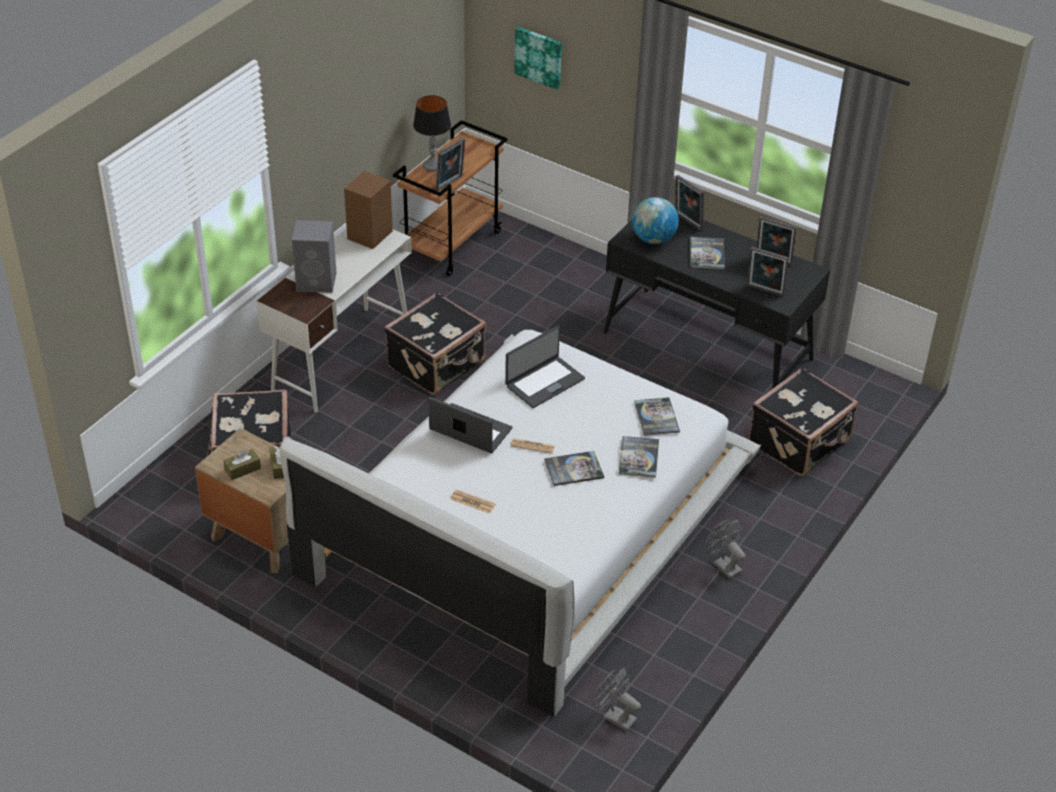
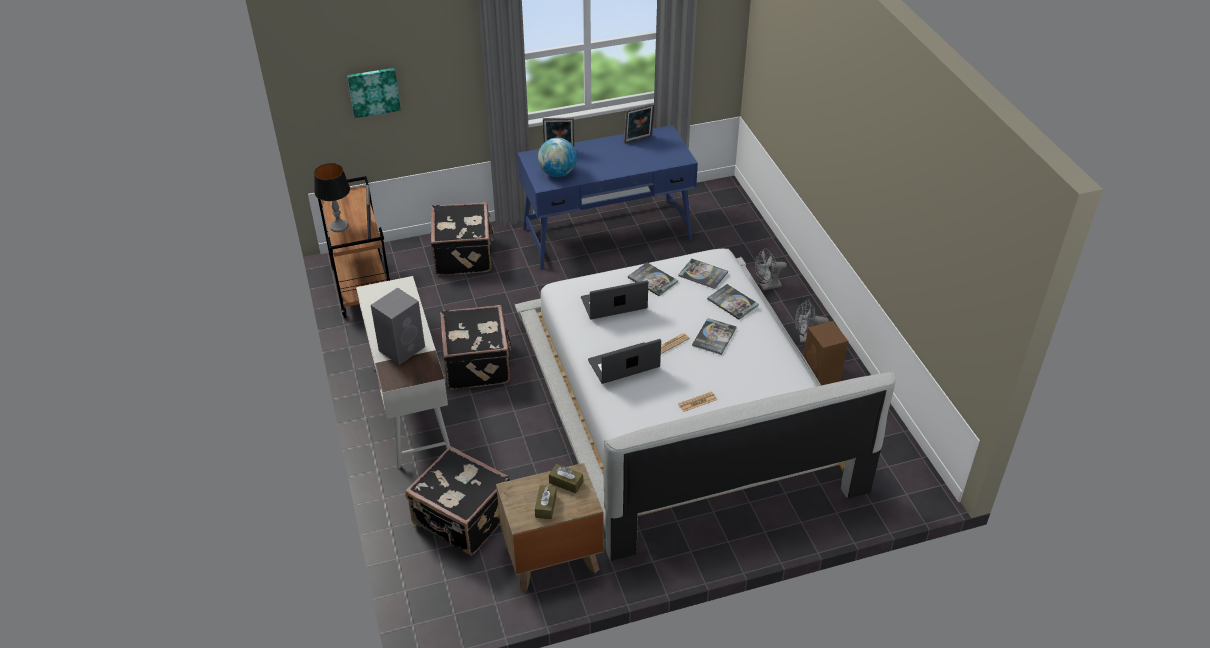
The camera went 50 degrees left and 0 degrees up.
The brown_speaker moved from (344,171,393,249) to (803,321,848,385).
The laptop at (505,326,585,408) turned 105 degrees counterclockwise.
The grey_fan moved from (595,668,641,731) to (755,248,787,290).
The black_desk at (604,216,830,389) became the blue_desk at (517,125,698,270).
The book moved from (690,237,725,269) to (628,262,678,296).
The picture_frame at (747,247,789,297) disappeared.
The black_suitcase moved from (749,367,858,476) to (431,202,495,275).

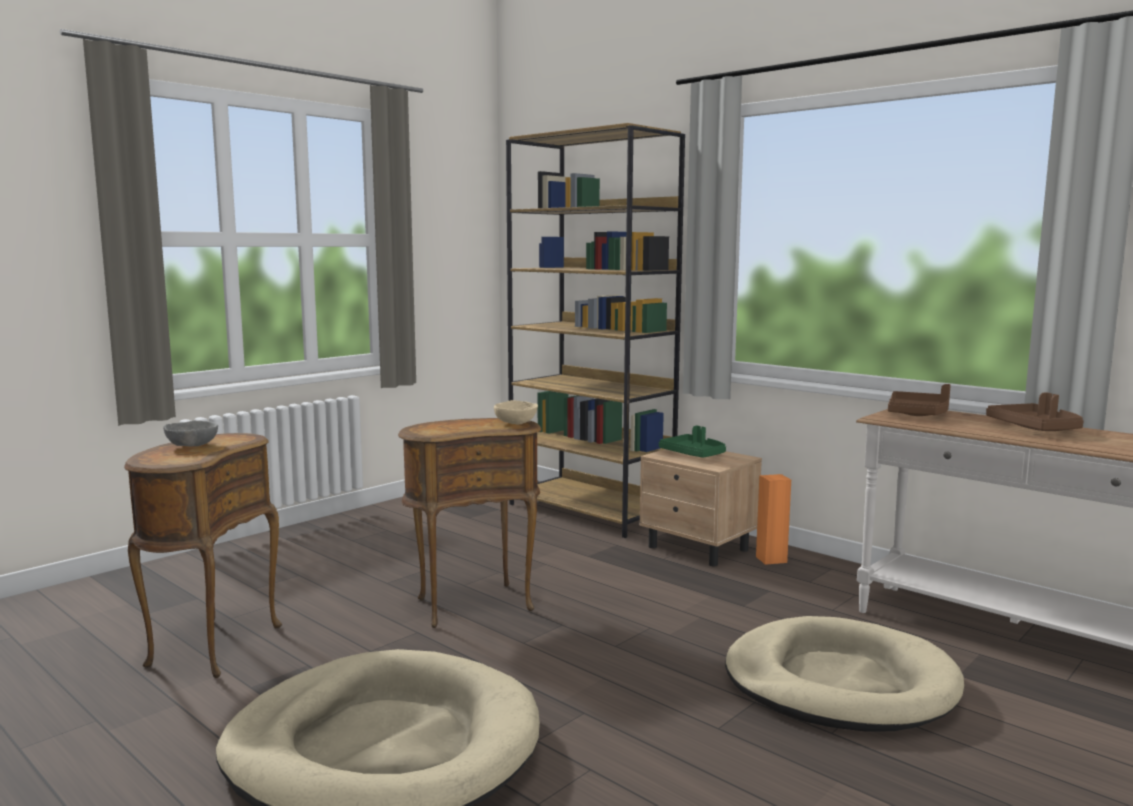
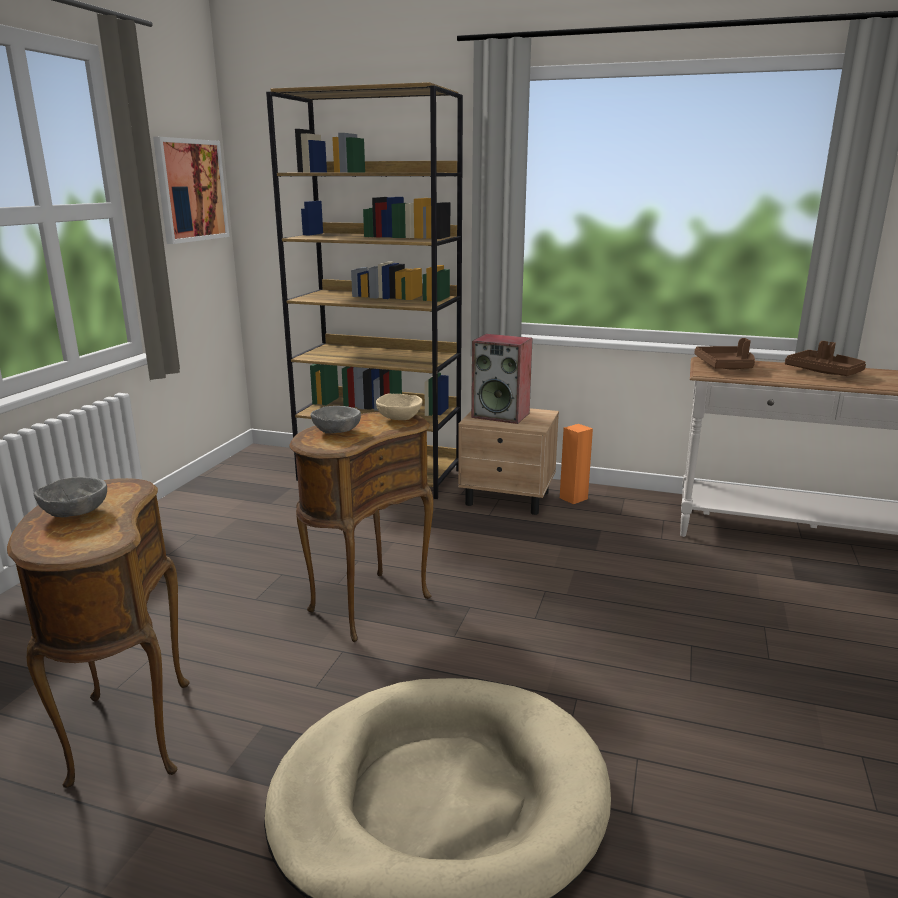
The camera went 25 degrees left and 10 degrees up.
The green_tray at (659,426,726,458) was replaced by the speaker at (471,334,533,424).
The beige_dog_bed at (725,616,964,732) disappeared.
The picture at (153,137,229,244) appeared.
The grey_bowl at (310,406,361,434) appeared.

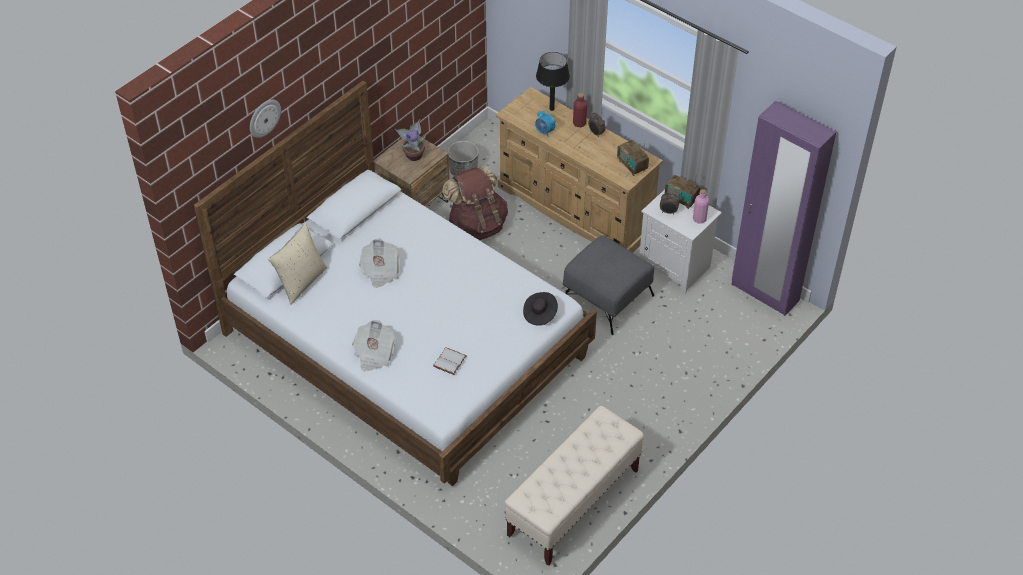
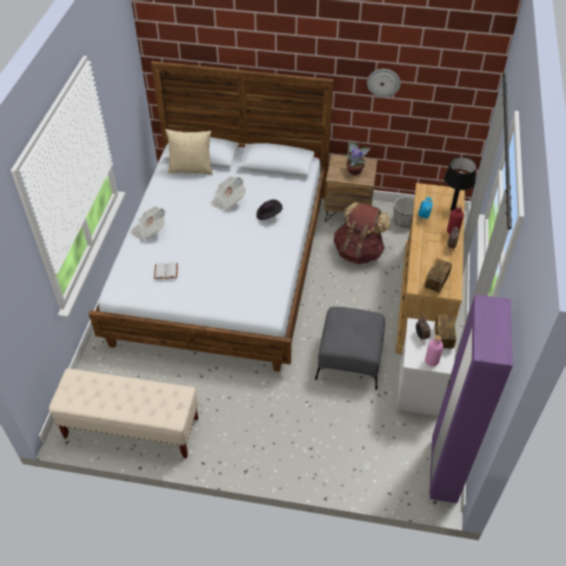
The camera went 60 degrees right and 0 degrees up.
The wall_clock moved from (250,100,281,138) to (367,69,401,97).
The black_hat moved from (523,292,558,326) to (256,199,283,220).

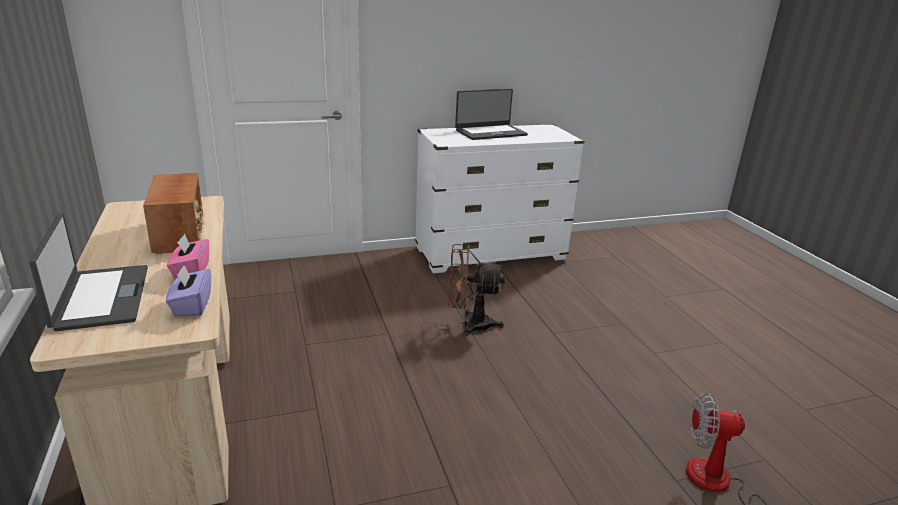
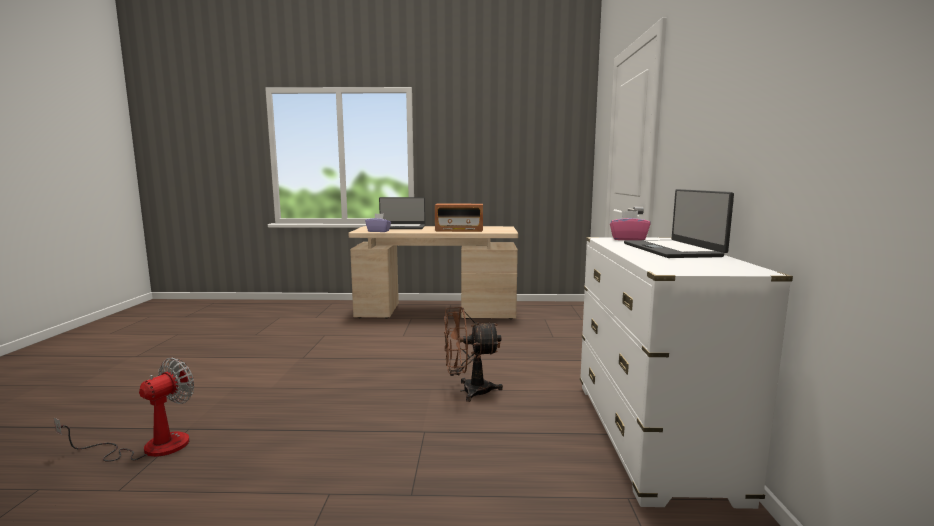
The camera went 110 degrees right and 15 degrees down.
The pink_tissue_box moved from (167,233,209,279) to (610,211,651,240).
The brown_fan at (448,244,505,336) turned 120 degrees counterclockwise.

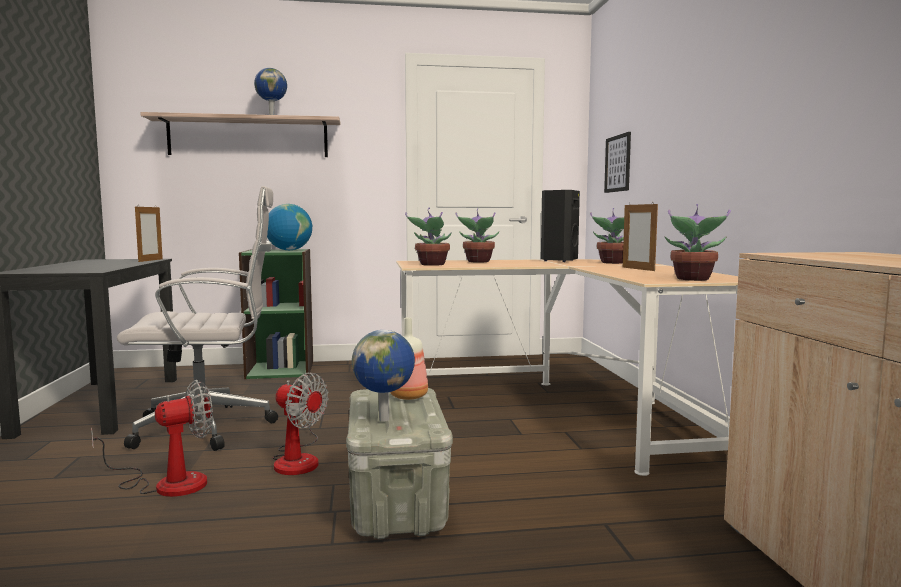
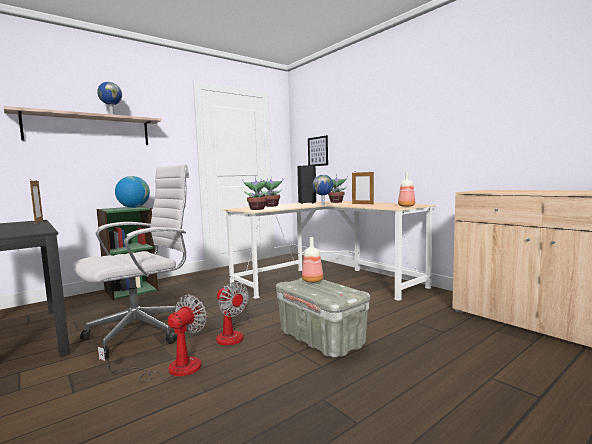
The camera went 30 degrees left and 0 degrees up.
The fan at (273,373,328,475) turned 45 degrees clockwise.
The globe moved from (352,330,415,422) to (313,175,333,205).
The potted_plant at (664,204,731,281) was replaced by the bottle at (398,172,415,207).

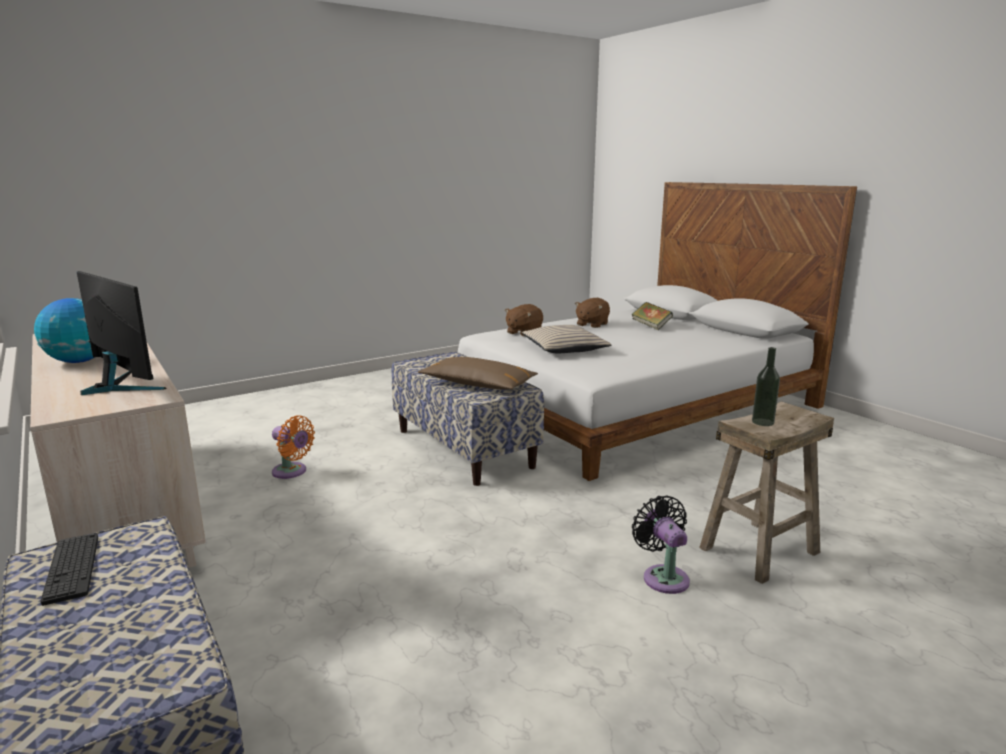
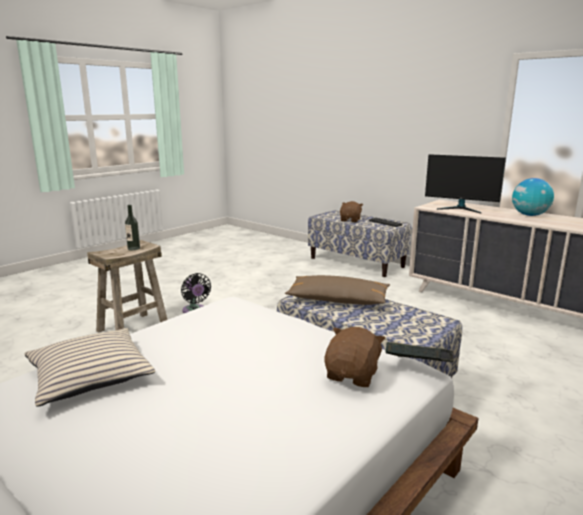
The camera went 165 degrees right and 0 degrees up.
The orange_fan at (272,415,315,479) disappeared.
The beige_pillow moved from (522,325,611,353) to (25,328,155,407).
The brown_plush_toy moved from (575,298,610,328) to (340,201,363,222).
The book moved from (631,302,673,330) to (386,342,454,362).

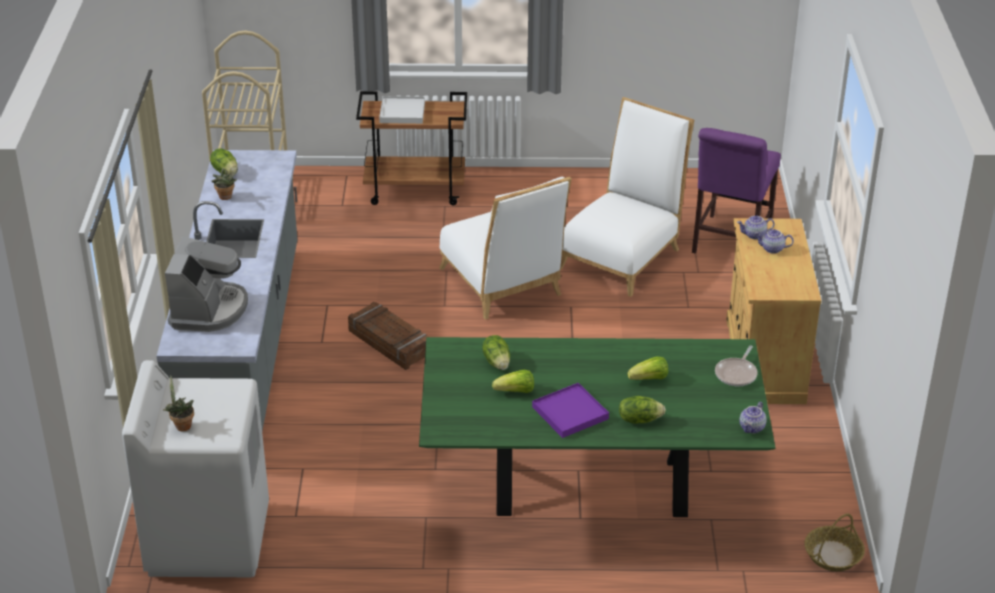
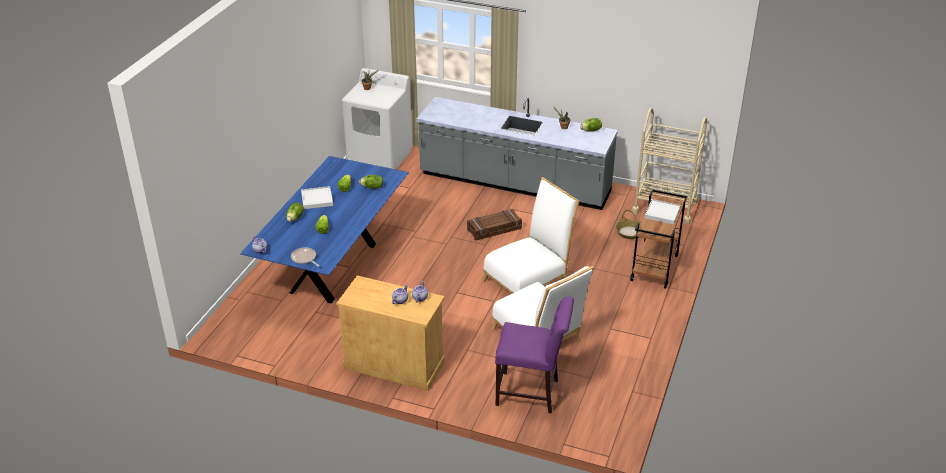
The camera went 110 degrees right and 0 degrees up.
The coffee_machine at (165,236,248,332) disappeared.
The green_dining_table at (419,337,776,517) became the blue_dining_table at (240,156,409,303).
The white_chair at (439,177,572,320) turned 150 degrees clockwise.
The purple_tray at (532,383,609,438) became the white_tray at (301,186,333,209).
The purple_chair at (692,128,781,254) turned 150 degrees clockwise.
The basket moved from (804,514,865,571) to (615,210,641,239).

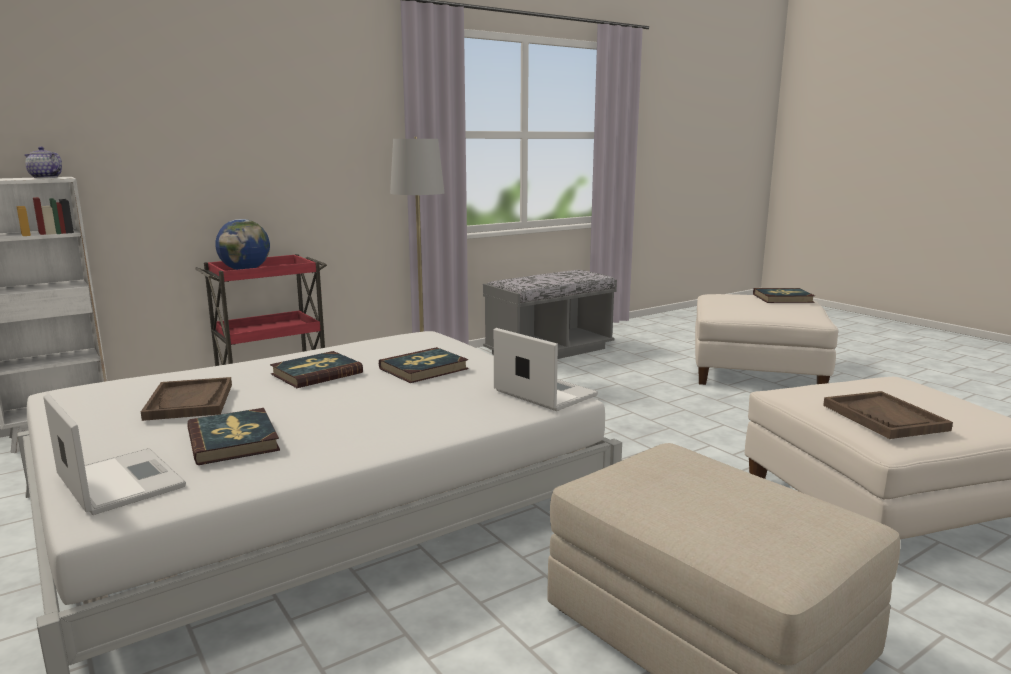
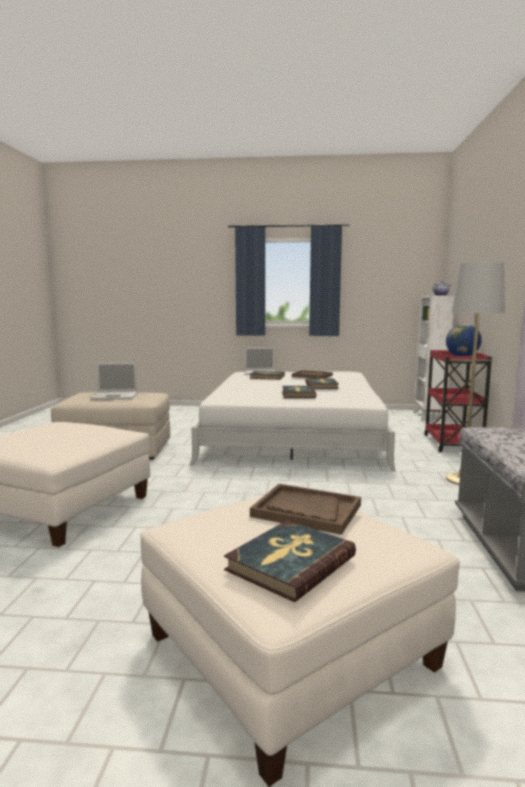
The camera went 130 degrees right and 5 degrees down.
The laptop moved from (494,328,598,411) to (90,362,138,400).
The brown_tray moved from (823,391,953,439) to (250,484,361,535).

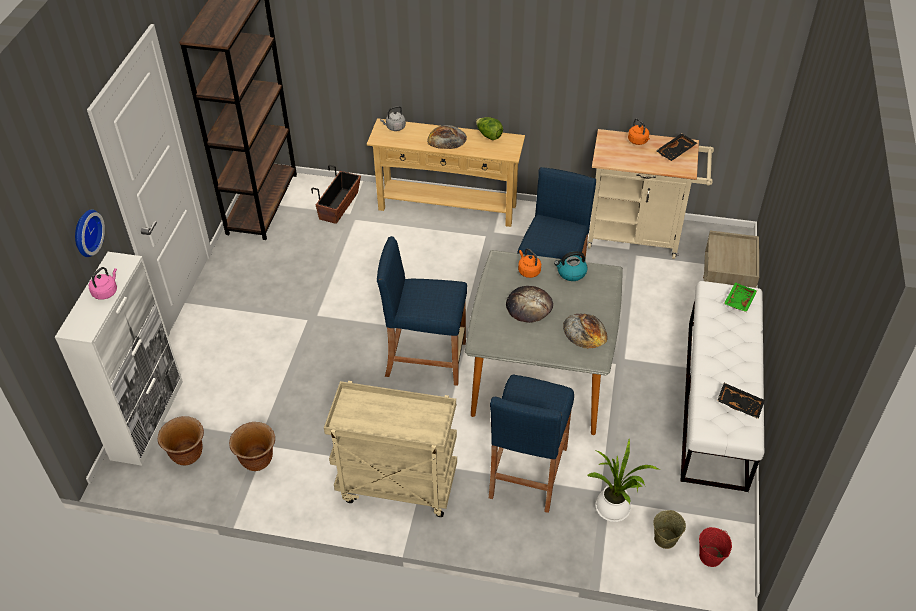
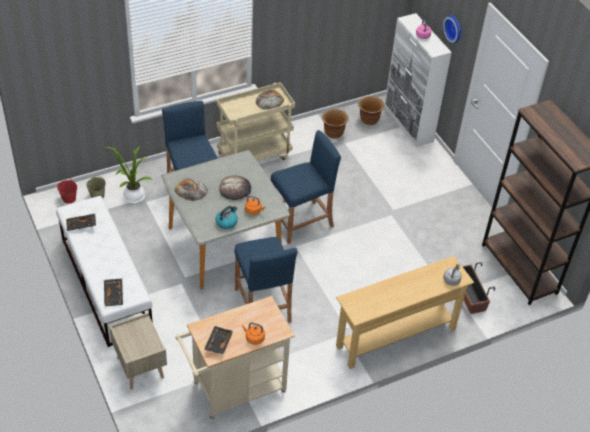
The camera went 140 degrees right and 0 degrees up.
The bread moved from (427,125,467,149) to (256,90,284,110).
The lettuce at (476,117,503,140) disappeared.
The green_tray at (724,282,757,312) became the black_tray at (104,279,123,306).

